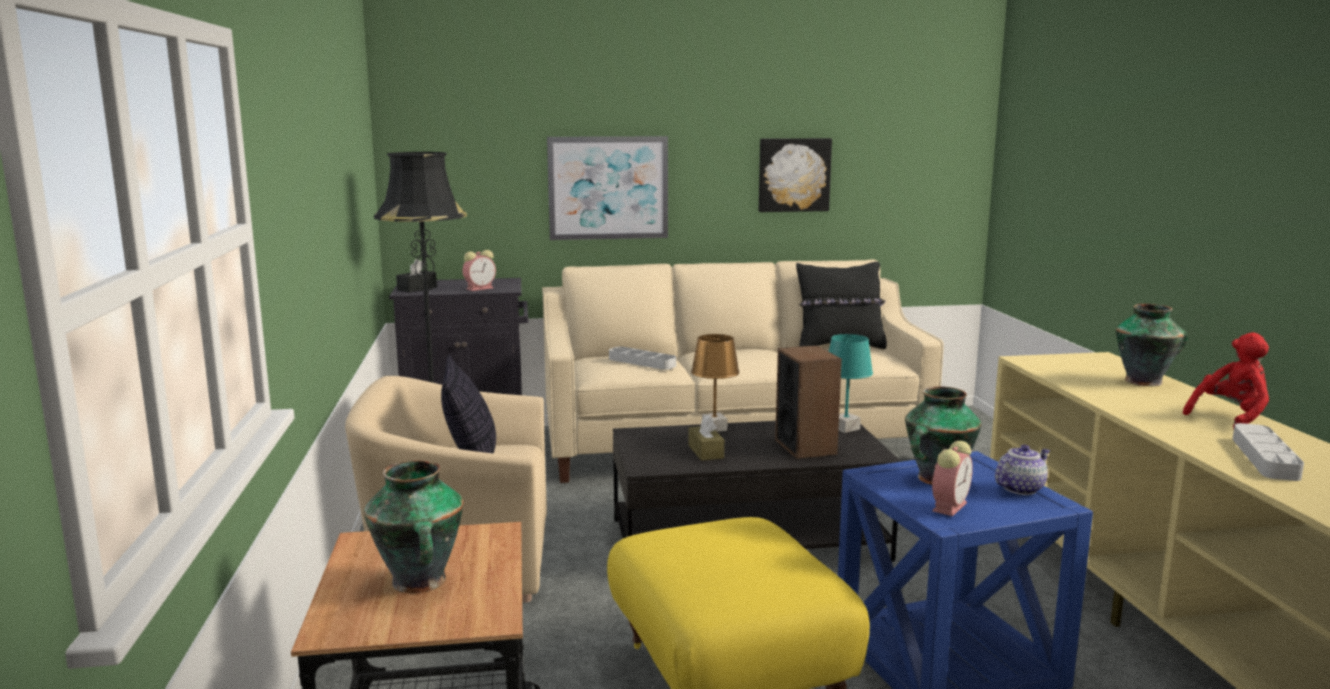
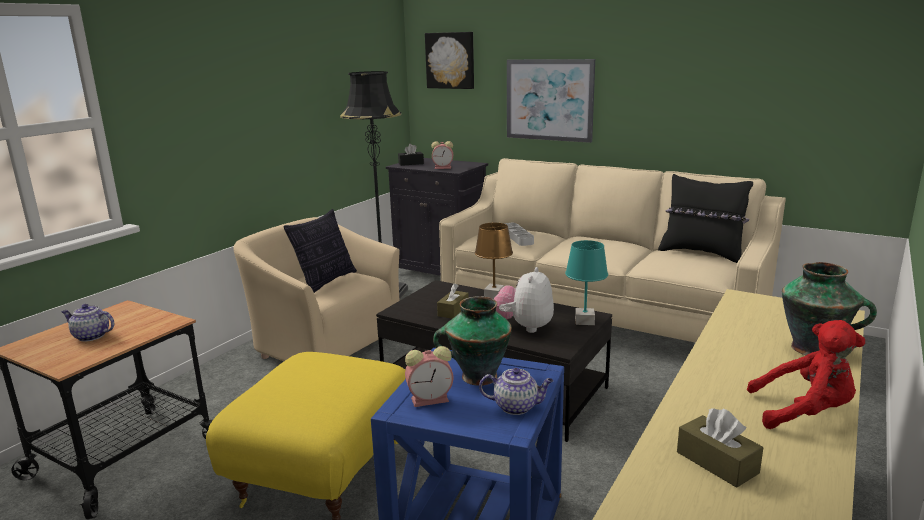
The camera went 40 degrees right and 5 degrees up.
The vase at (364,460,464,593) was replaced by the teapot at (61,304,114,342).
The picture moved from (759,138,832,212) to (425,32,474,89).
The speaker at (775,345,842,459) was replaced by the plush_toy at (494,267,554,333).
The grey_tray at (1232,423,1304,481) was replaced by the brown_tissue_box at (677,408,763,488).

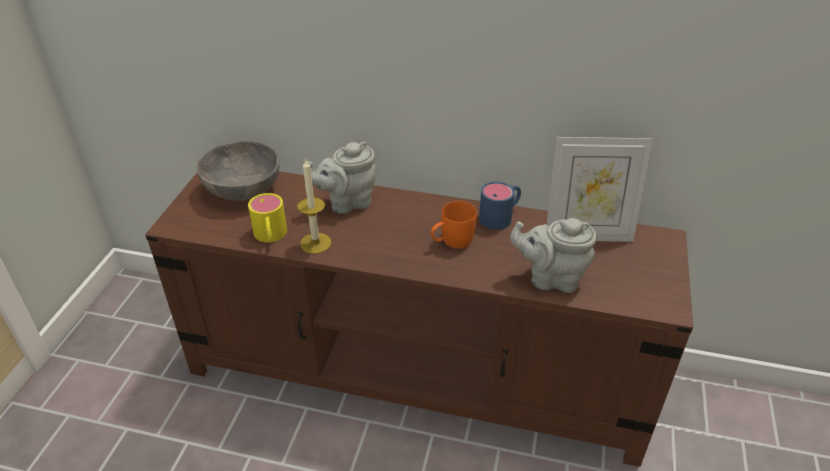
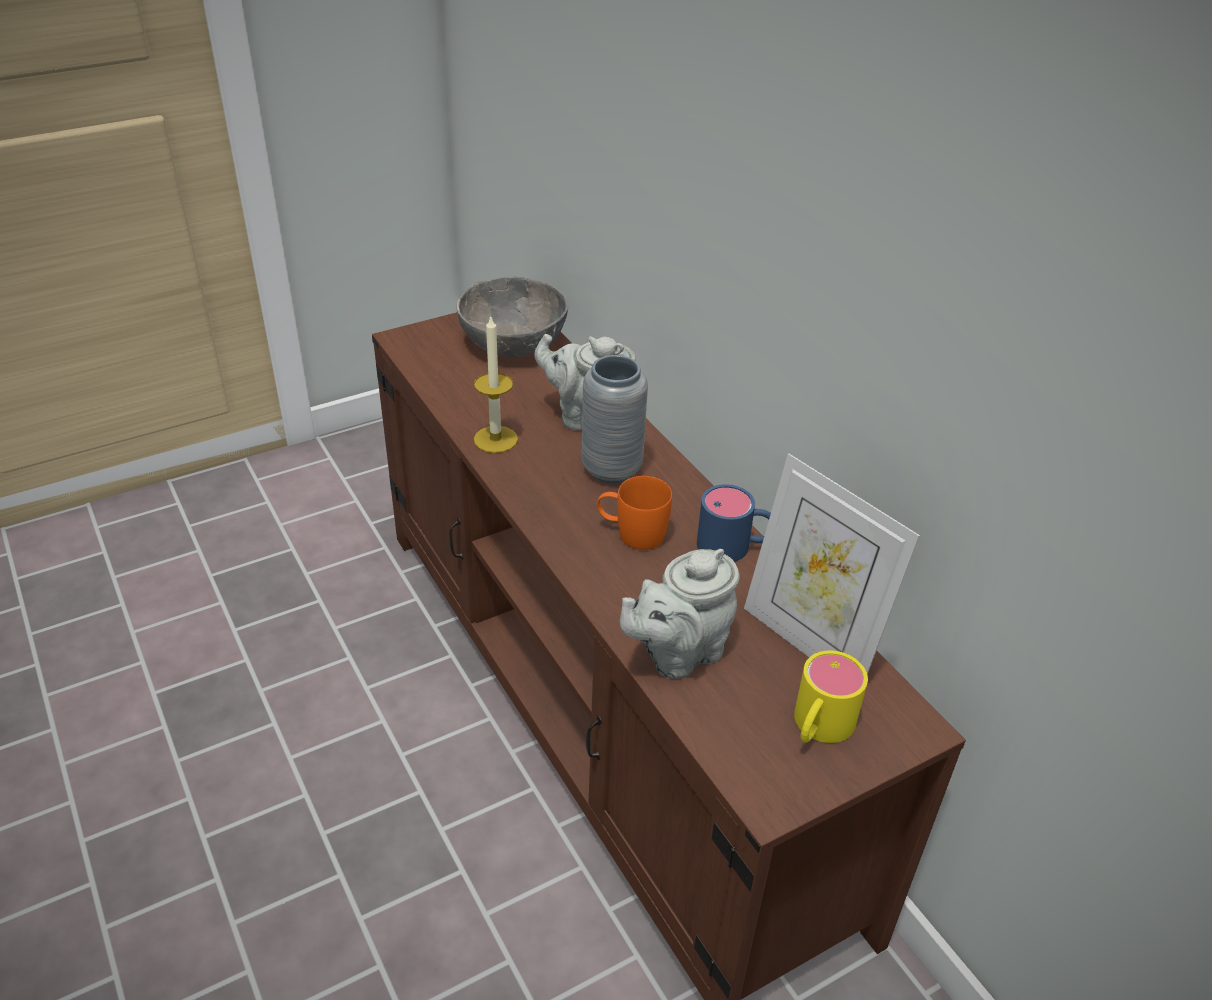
The camera went 45 degrees right and 0 degrees up.
The yellow_mug moved from (248,193,287,243) to (794,651,868,743).
The grey_teapot at (510,218,597,293) turned 90 degrees counterclockwise.
The grey_vase at (582,355,648,483) appeared.

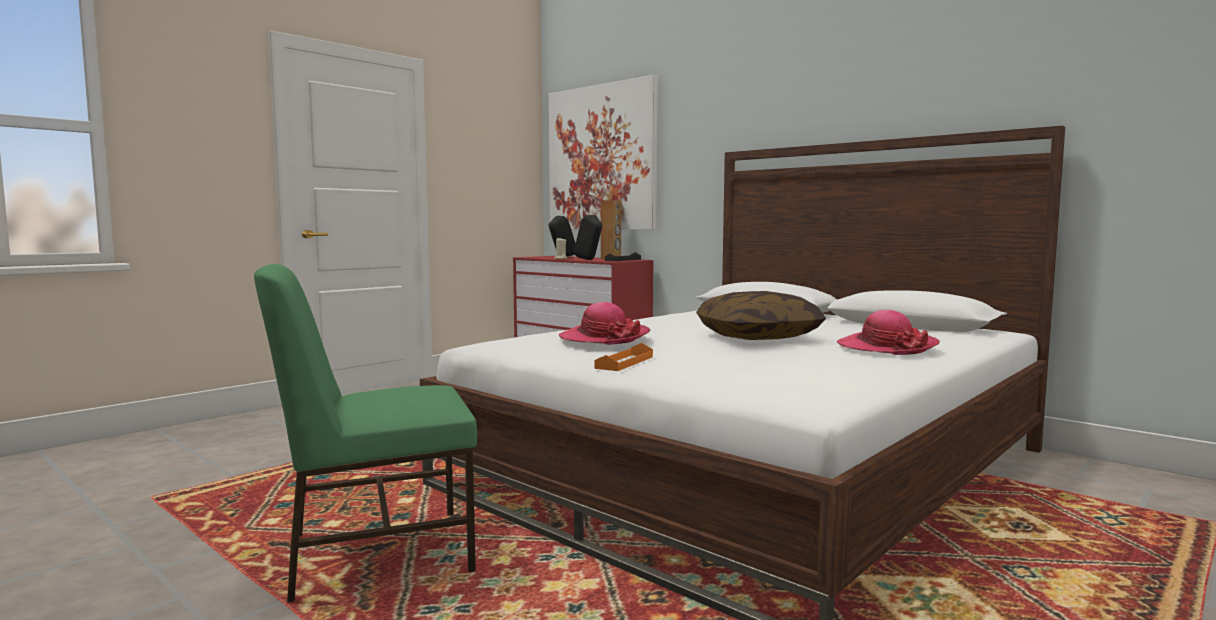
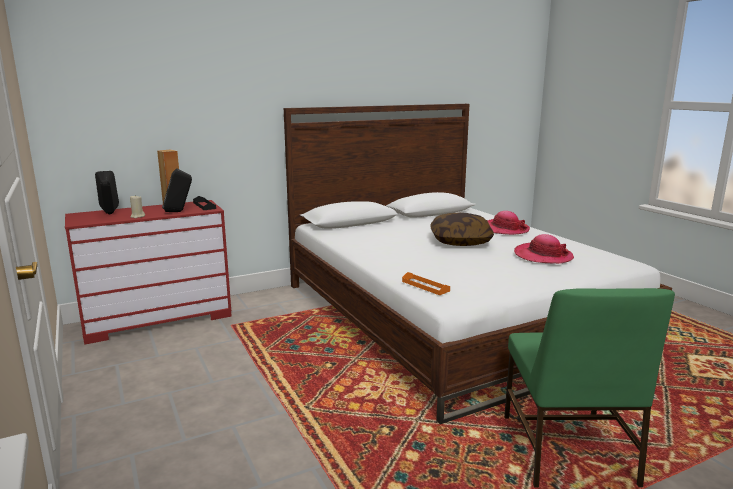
The camera went 70 degrees left and 10 degrees up.
The picture at (549,75,658,230) disappeared.
The hat moved from (559,302,651,345) to (514,234,574,264).
The orange_tray moved from (594,343,653,371) to (402,272,450,295).

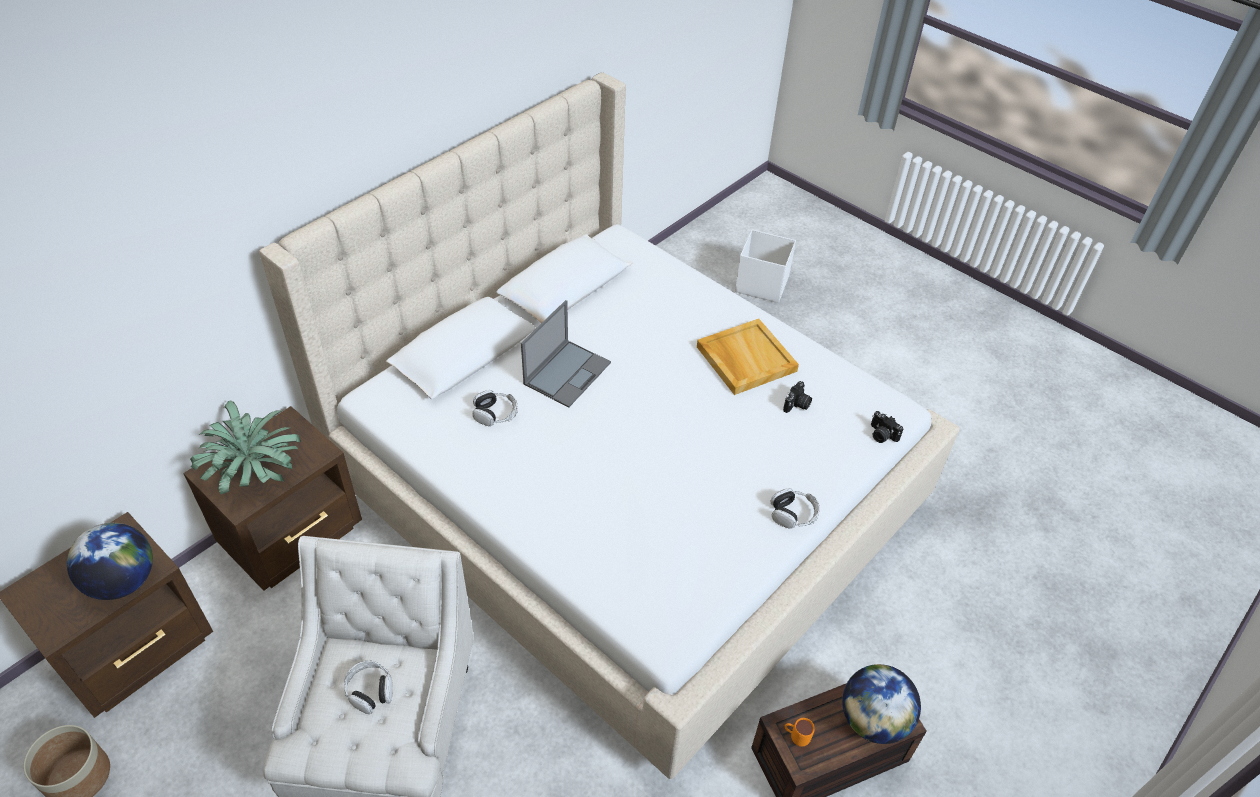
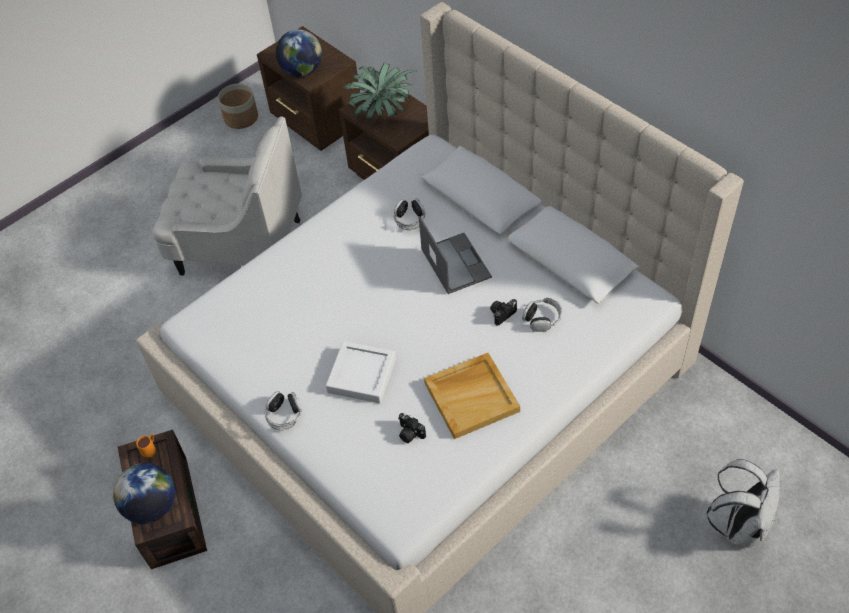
The camera went 100 degrees right and 5 degrees up.
The headphones moved from (344,661,393,714) to (522,298,562,332).
The laptop at (521,300,611,407) turned 150 degrees counterclockwise.
The white_storage_box at (735,230,796,303) was replaced by the white_backpack at (707,459,780,548).
The photo_camera moved from (871,411,903,443) to (490,299,517,326).
The white_tray at (326,341,396,403) appeared.

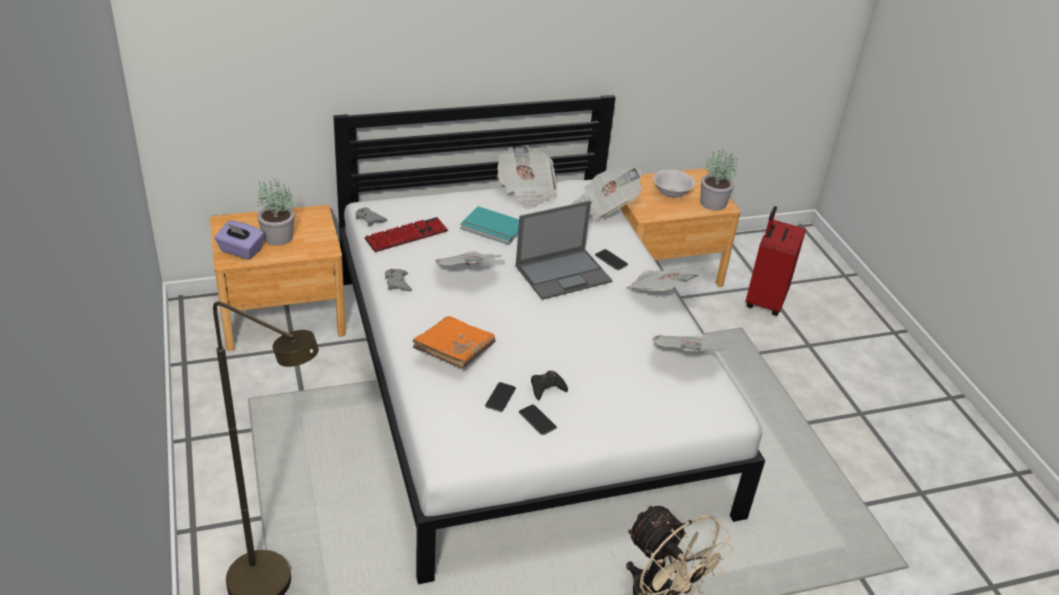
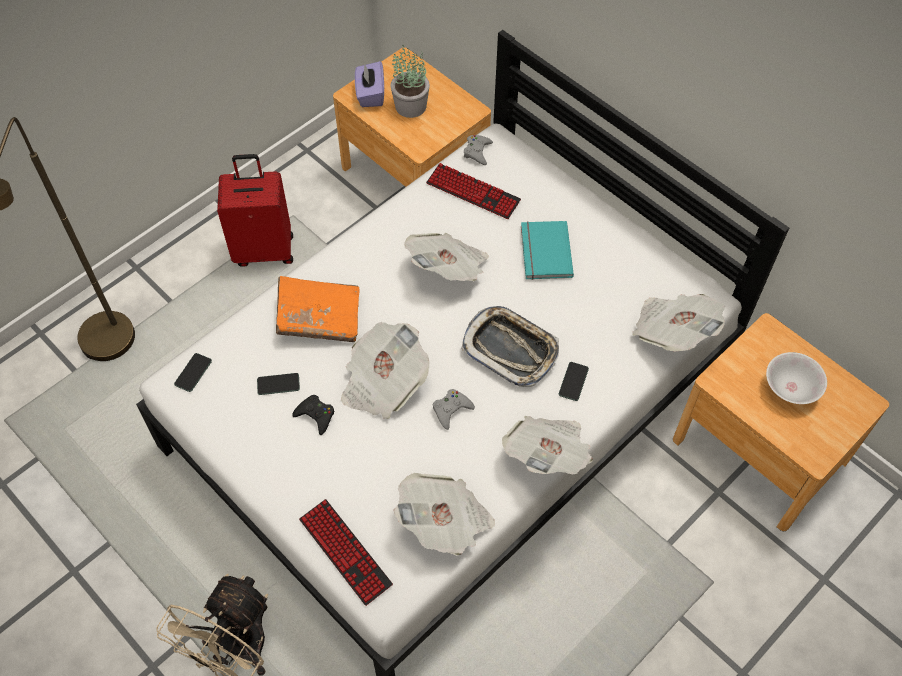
The camera went 65 degrees right and 20 degrees up.
The grey_game_controller moved from (385,269,412,291) to (433,389,475,430).
The newspaper moved from (497,145,557,209) to (341,322,429,419).
The laptop at (516,201,612,300) was replaced by the tray at (461,306,559,387).
The phone moved from (519,404,557,435) to (174,353,212,392).
The potted_plant at (700,149,737,211) disappeared.
The red_suitcase moved from (745,206,806,316) to (217,154,293,267).
The keyboard at (299,499,393,606) appeared.

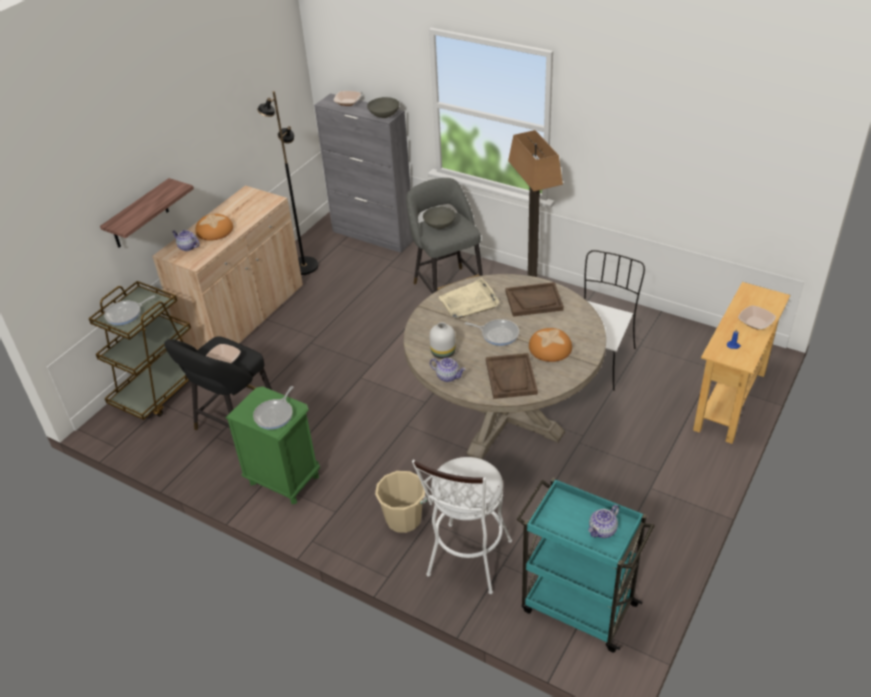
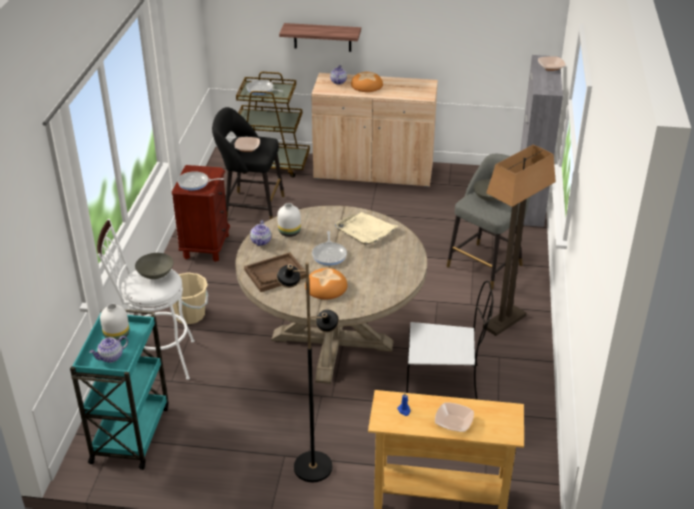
The camera went 65 degrees right and 5 degrees down.
The green_nightstand at (226,386,320,504) became the brown_nightstand at (172,165,230,262).
The black_floor_lamp moved from (257,91,318,275) to (276,262,339,482).
The grey_bowl moved from (367,97,400,118) to (135,253,173,279).
The brown_tray at (506,282,564,317) disappeared.
The teapot at (588,505,619,538) turned 60 degrees counterclockwise.
The white_vase at (100,304,129,340) appeared.

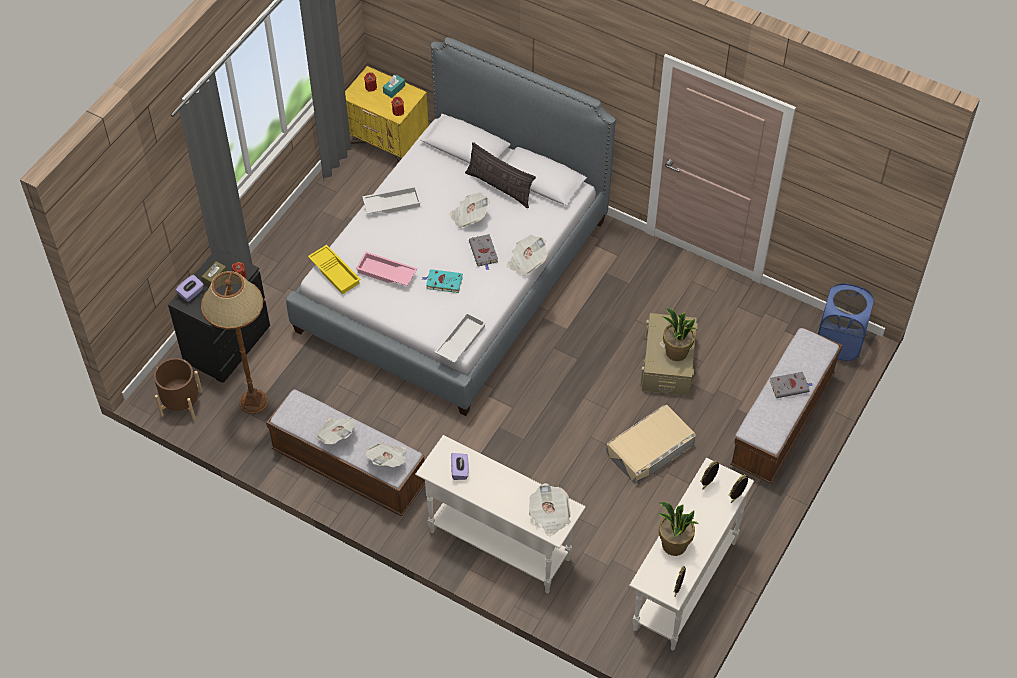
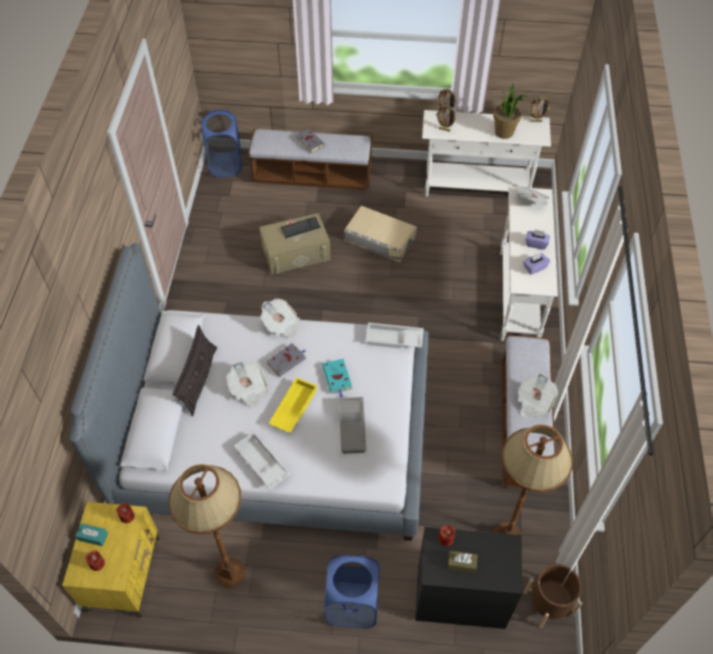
The camera went 115 degrees left and 0 degrees up.
The purple_tissue_box moved from (176,275,204,302) to (526,230,550,250).
The yellow_tray moved from (308,245,361,295) to (268,377,318,433).
The pink_tray at (356,251,417,286) became the grey_tray at (339,397,366,454).
The newspaper at (365,442,407,467) disappeared.
The potted_plant at (662,308,697,361) was replaced by the keyboard at (281,217,320,238).
The brown_floor_lamp at (168,464,245,587) appeared.
The blue_laundry_basket at (325,555,380,629) appeared.

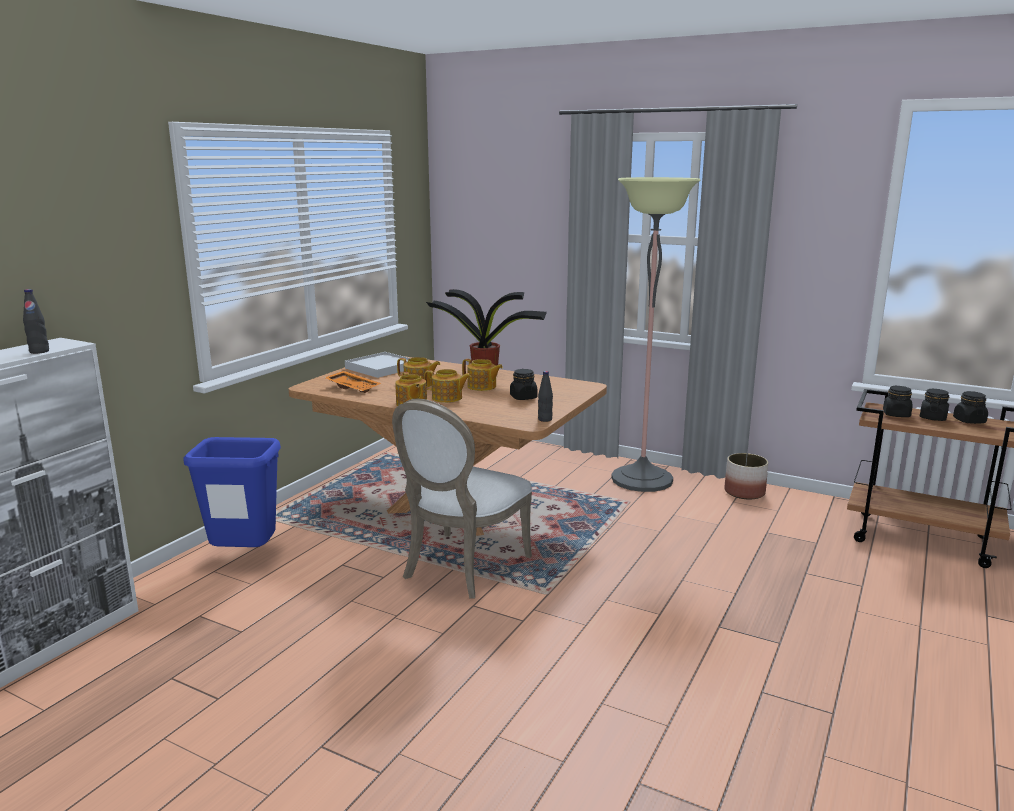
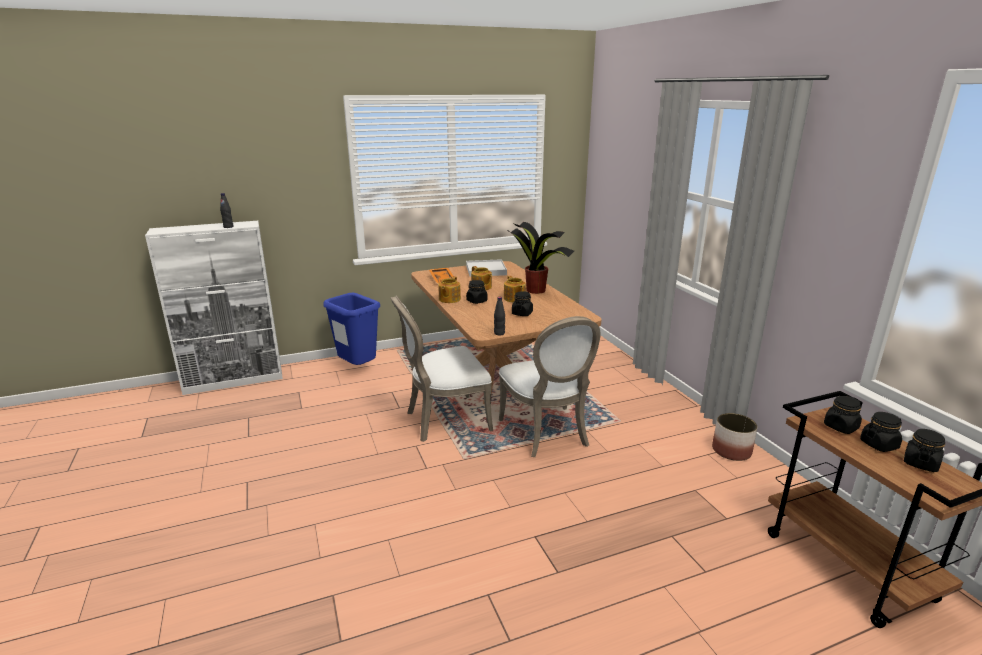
The camera went 40 degrees right and 5 degrees up.
The teapot at (424,369,471,403) was replaced by the black_jar at (466,280,487,304).
The floor_lamp at (611,177,700,492) disappeared.
The white_chair at (499,316,601,457) appeared.

